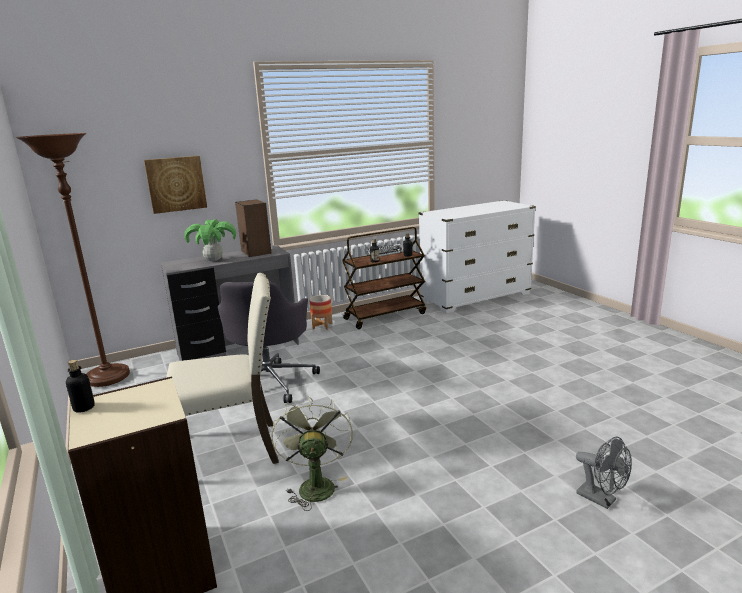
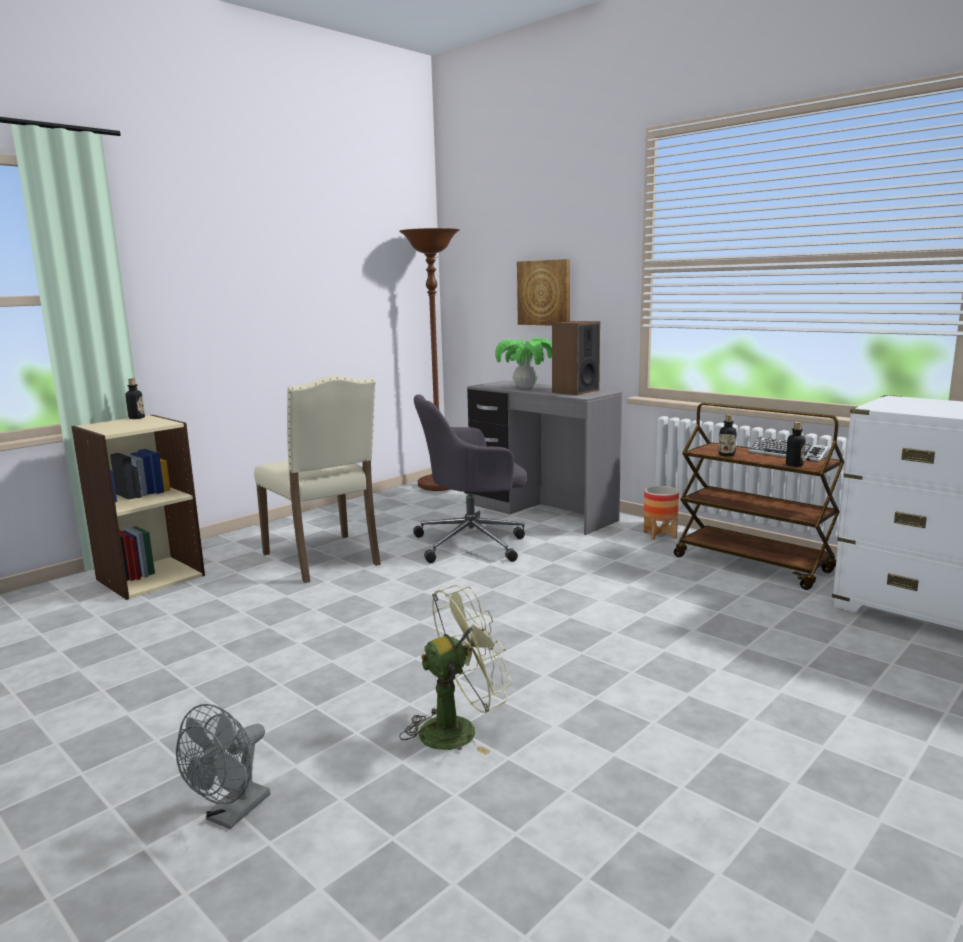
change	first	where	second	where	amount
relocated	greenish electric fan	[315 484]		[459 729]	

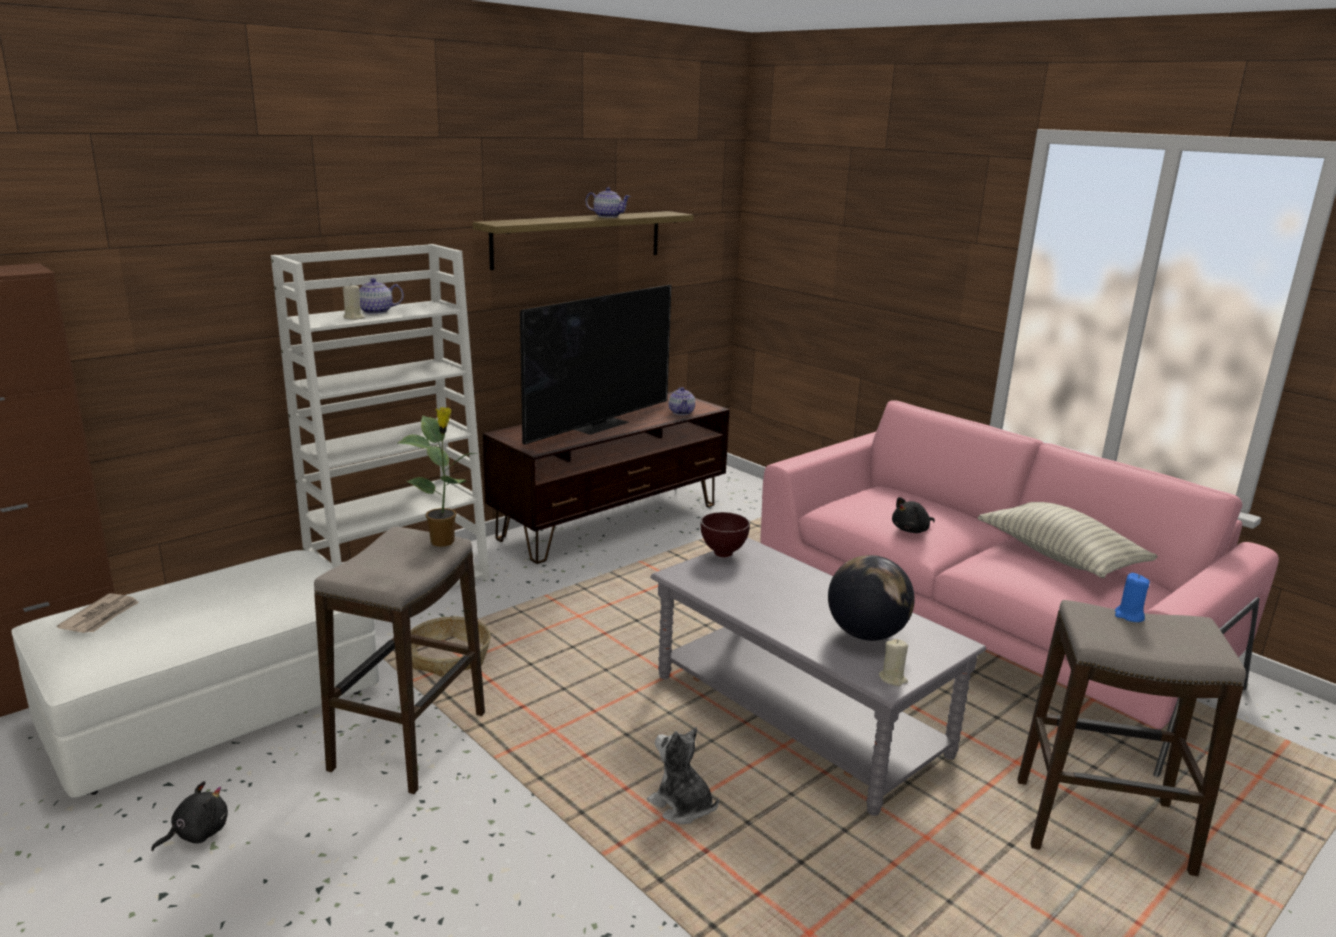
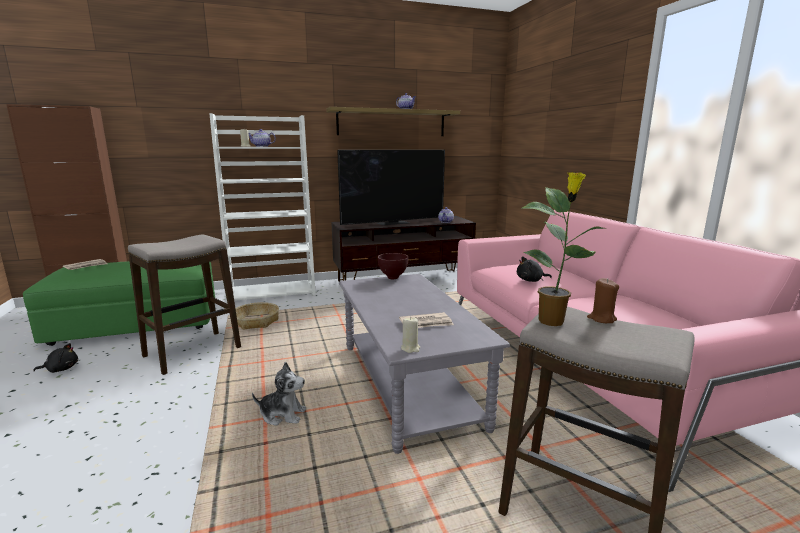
change	first	where	second	where	amount
relocated	plant in a pot	[444 542]		[553 322]	
missing	pillow	[1060 557]			
colour	whitish ottoman	[213 708]	greenish ottoman	[137 323]	
exchanged	desk globe	[866 634]	printed paper	[426 323]	
colour	blue candle	[1129 616]	brownish candle	[601 319]	
spun	plush toy	[681 806]		[282 415]	120 degrees clockwise

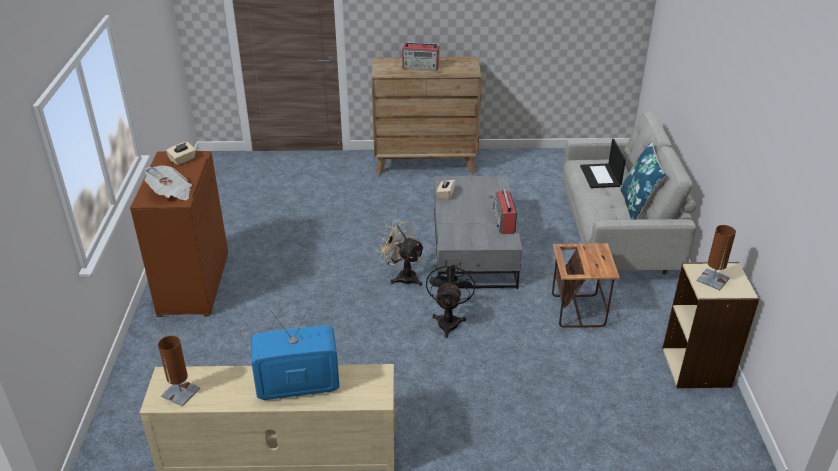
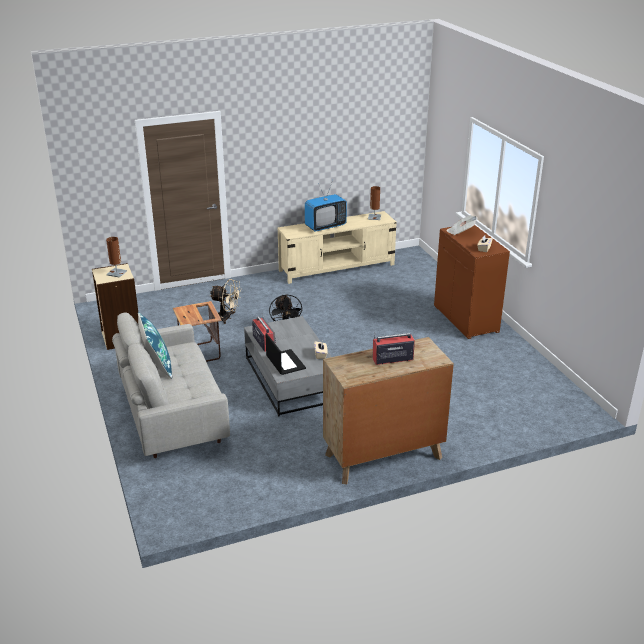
change	first	where	second	where	amount
relocated	notebook computer	[601 176]		[285 362]	
relocated	beige-coloured electric fan	[402 276]		[227 318]	

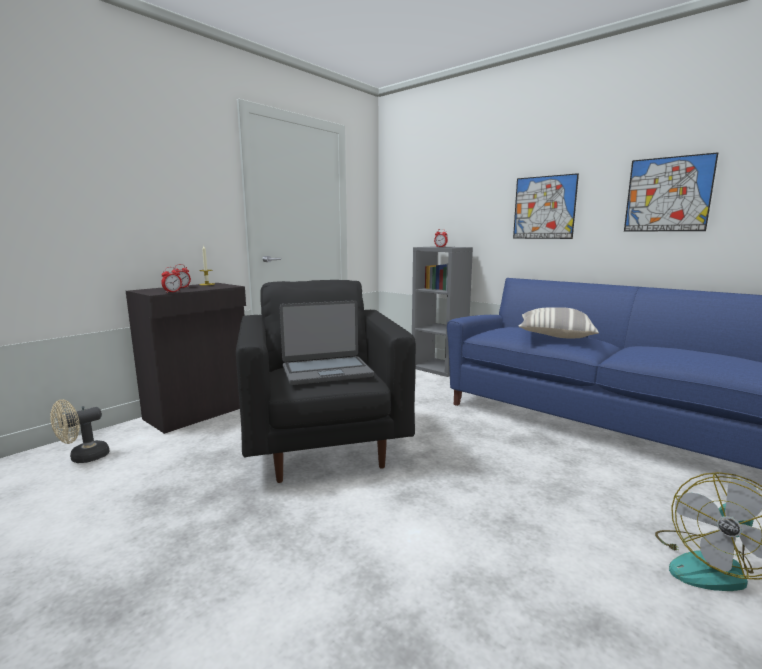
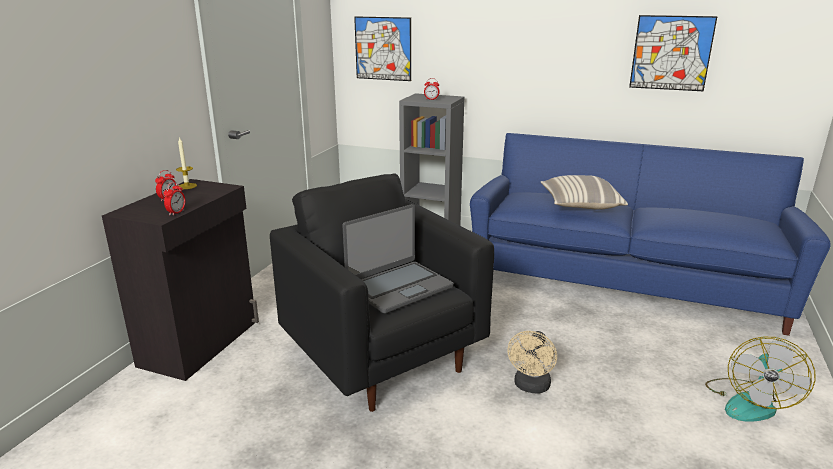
change	first	where	second	where	amount
relocated	wall art	[544 207]		[383 48]	
relocated	beige-coloured electric fan	[83 458]		[531 387]	

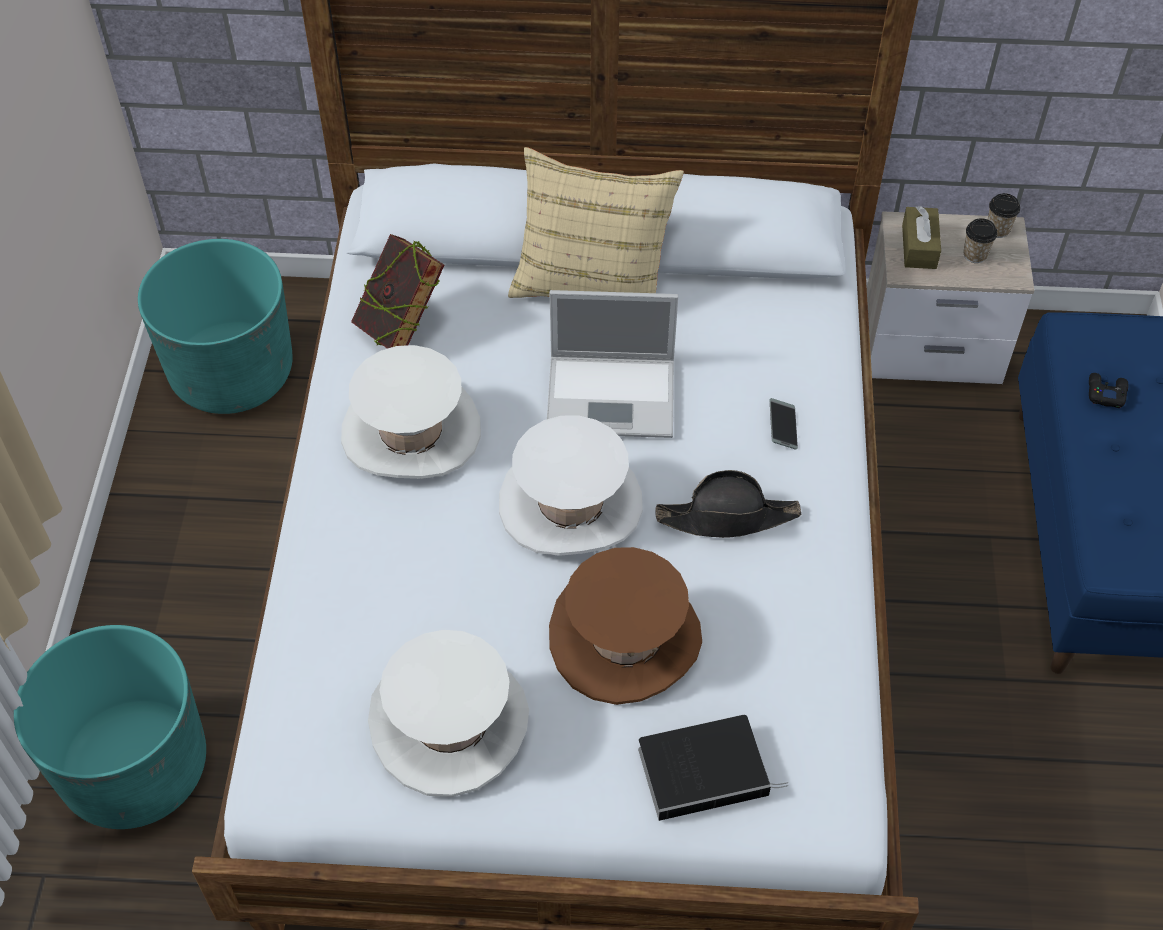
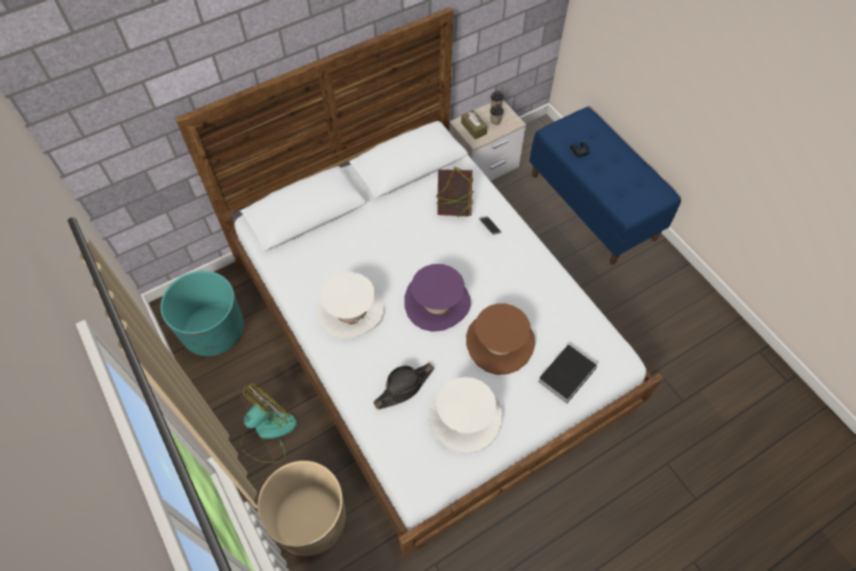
change	first	where	second	where	amount
missing	beige-coloured pillow	[593 282]			
relocated	book	[401 326]		[454 206]	
missing	notebook computer	[613 396]			
colour	whitish clothing hat	[570 503]	purplish clothing hat	[437 303]	
relocated	black clothing hat	[728 517]		[404 387]	
colour	turquoise plant pot	[135 767]	beige-coloured plant pot	[310 520]	
appeared			electric fan	[268 432]	

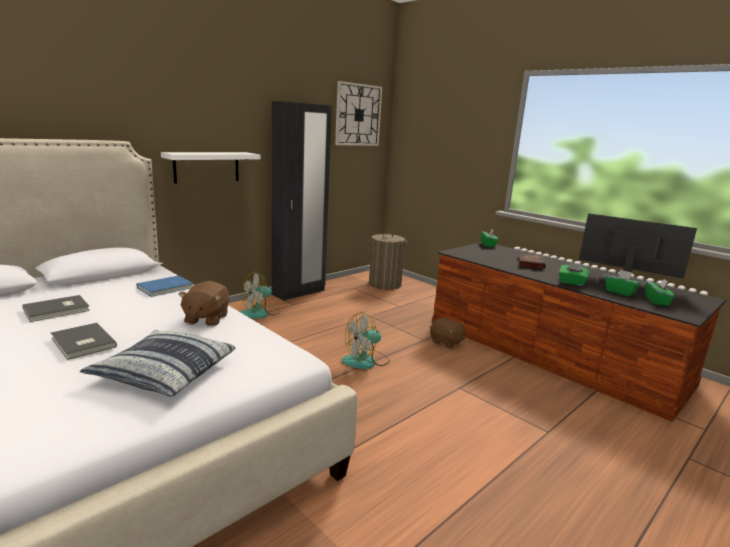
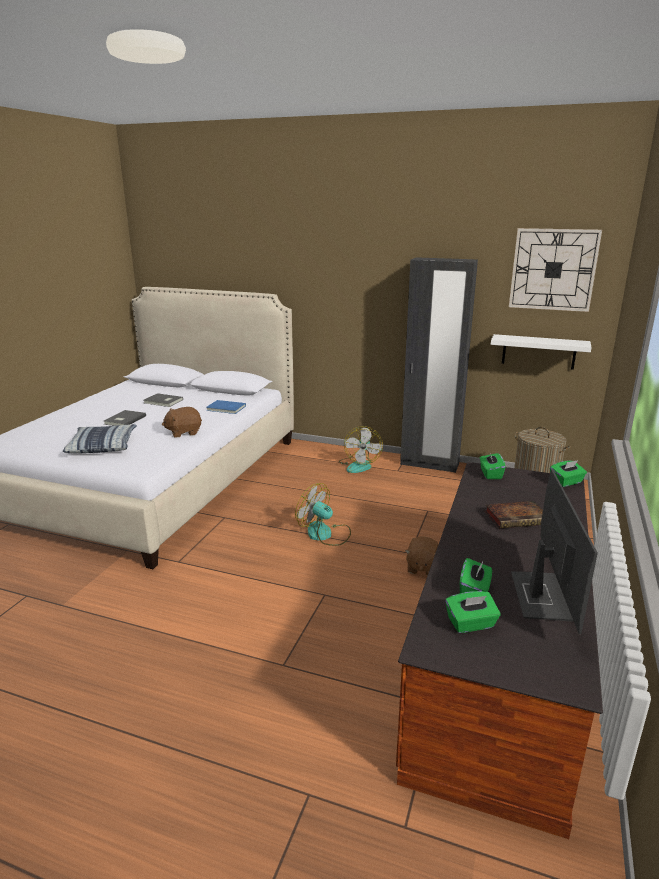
change	first	where	second	where	amount
relocated	whitish shelf	[207 167]		[538 352]	
relocated	greenish tissue holder	[572 283]		[490 474]	
spun	electric fan	[260 313]		[359 465]	105 degrees counterclockwise

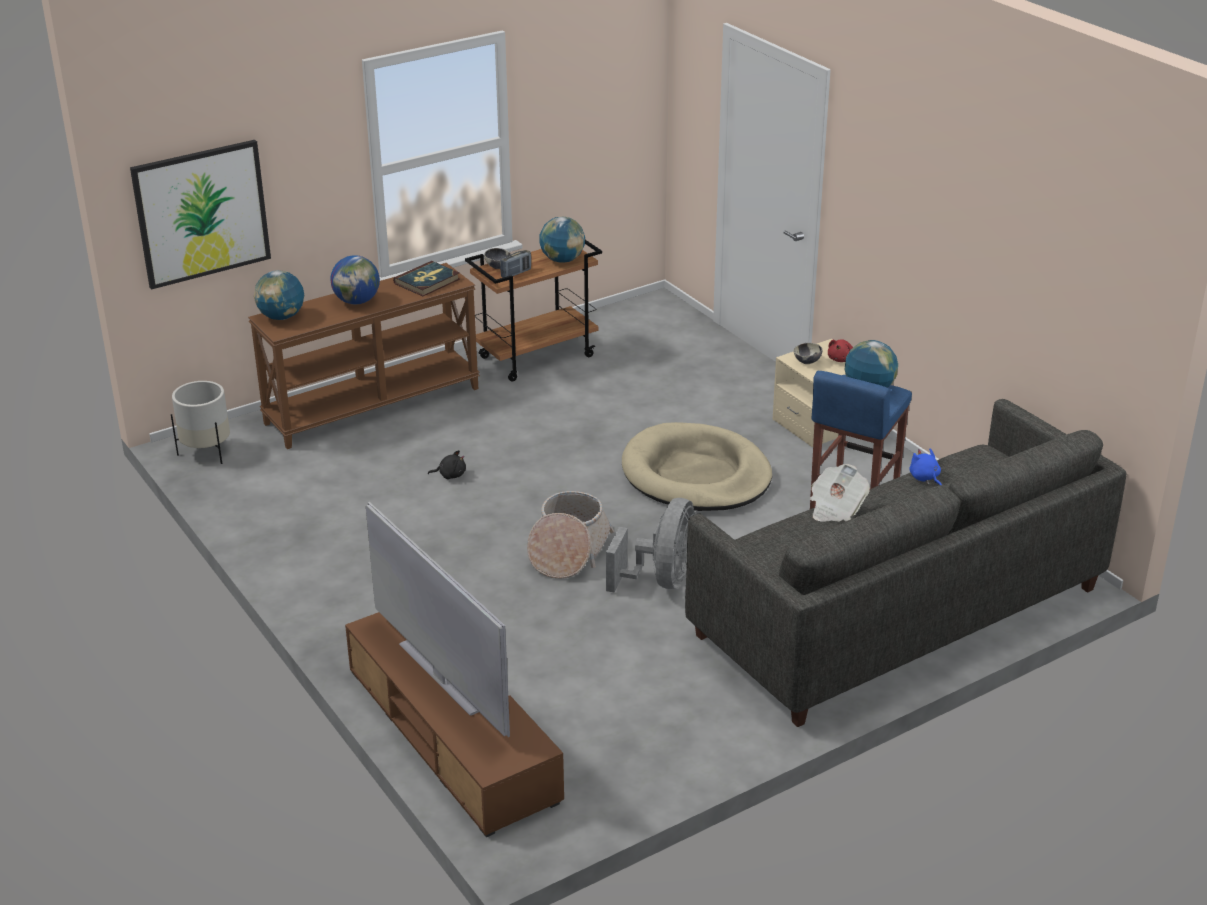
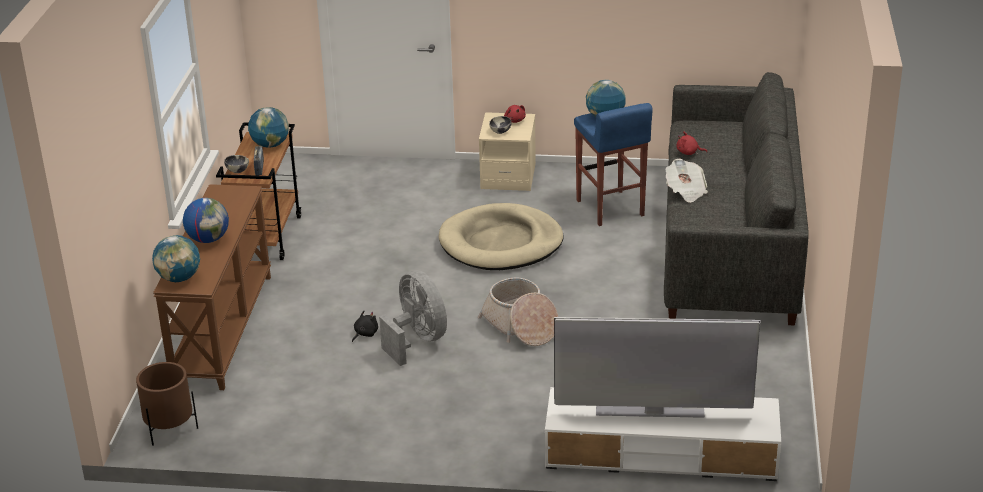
change	first	where	second	where	amount
missing	wall art	[201 213]			
missing	book	[427 281]			
colour	whitish plant pot	[206 452]	brownish plant pot	[170 429]	
colour	blue plush toy	[925 478]	reddish plush toy	[688 152]	
relocated	greyish electric fan	[661 580]		[417 340]	
colour	brownish tv unit	[452 734]	whitish tv unit	[661 453]	

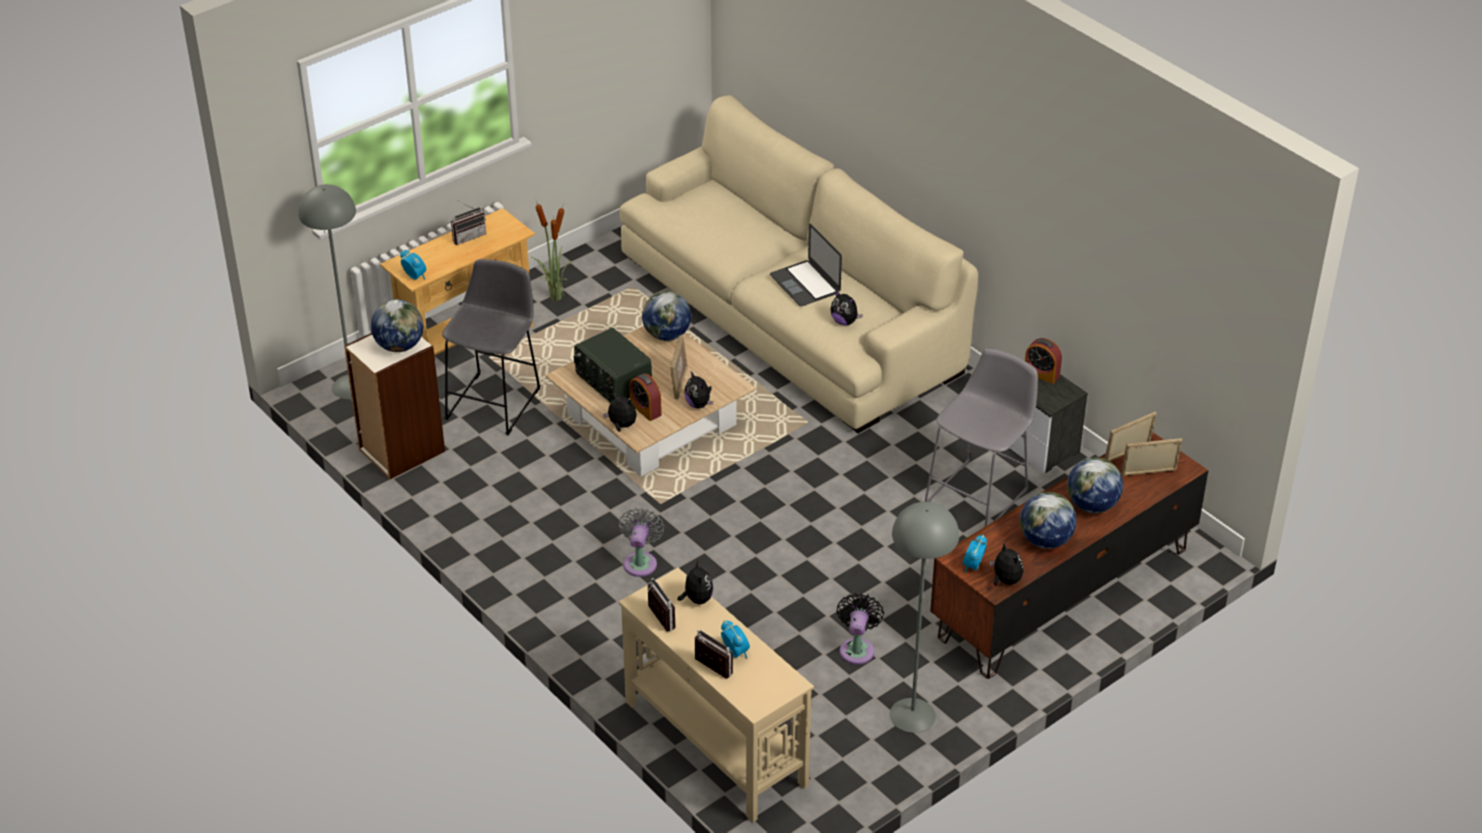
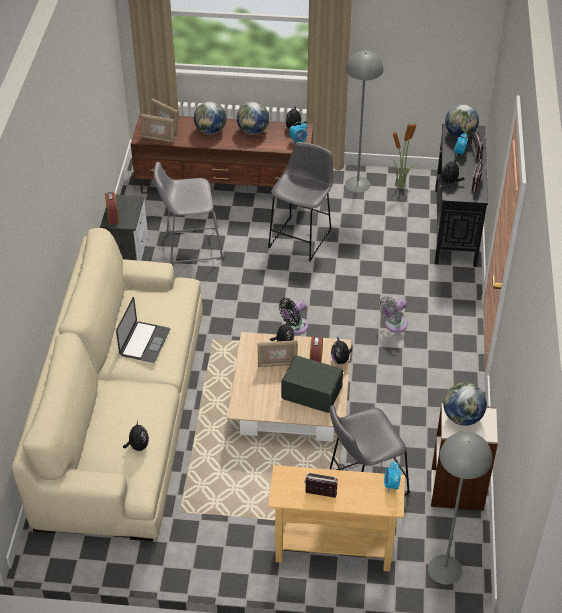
change	first	where	second	where	amount
relocated	plant in a pot	[555 297]		[401 186]	
relocated	desk globe	[666 335]		[460 134]	
relocated	plush toy	[844 321]		[138 446]	
spun	radio receiver	[612 381]		[312 392]	75 degrees counterclockwise
spun	photo frame	[679 383]		[277 364]	150 degrees counterclockwise
colour	beige-coloured narrow table	[715 742]	black narrow table	[454 226]	
relocated	black electric fan	[857 648]		[295 327]	
appeared			greyish sitting stool	[302 237]	

